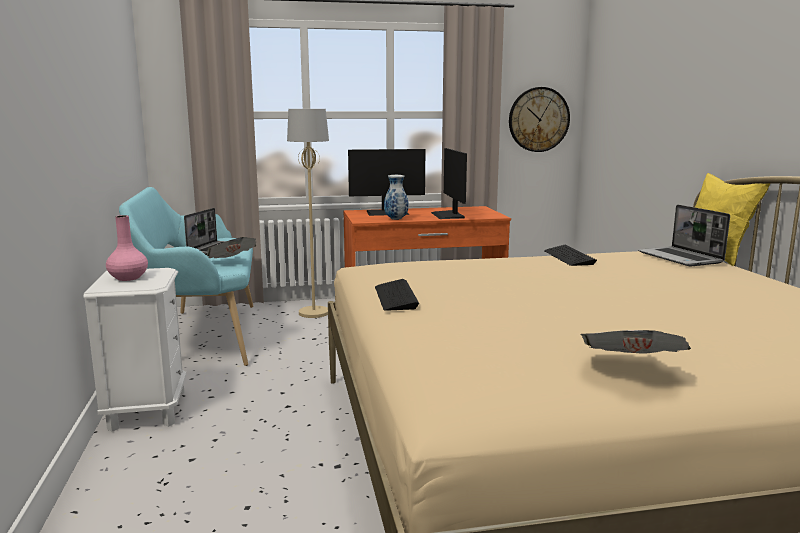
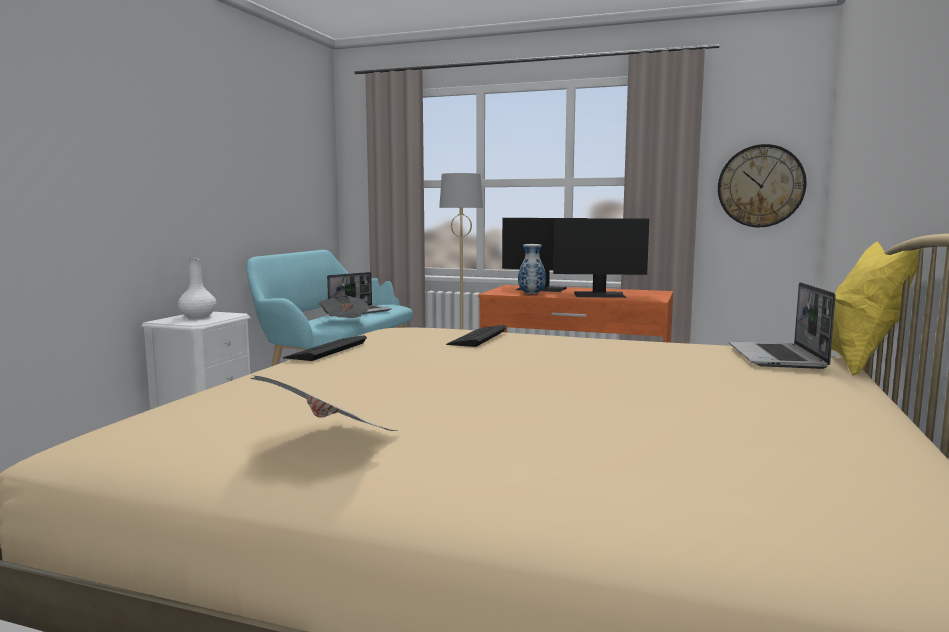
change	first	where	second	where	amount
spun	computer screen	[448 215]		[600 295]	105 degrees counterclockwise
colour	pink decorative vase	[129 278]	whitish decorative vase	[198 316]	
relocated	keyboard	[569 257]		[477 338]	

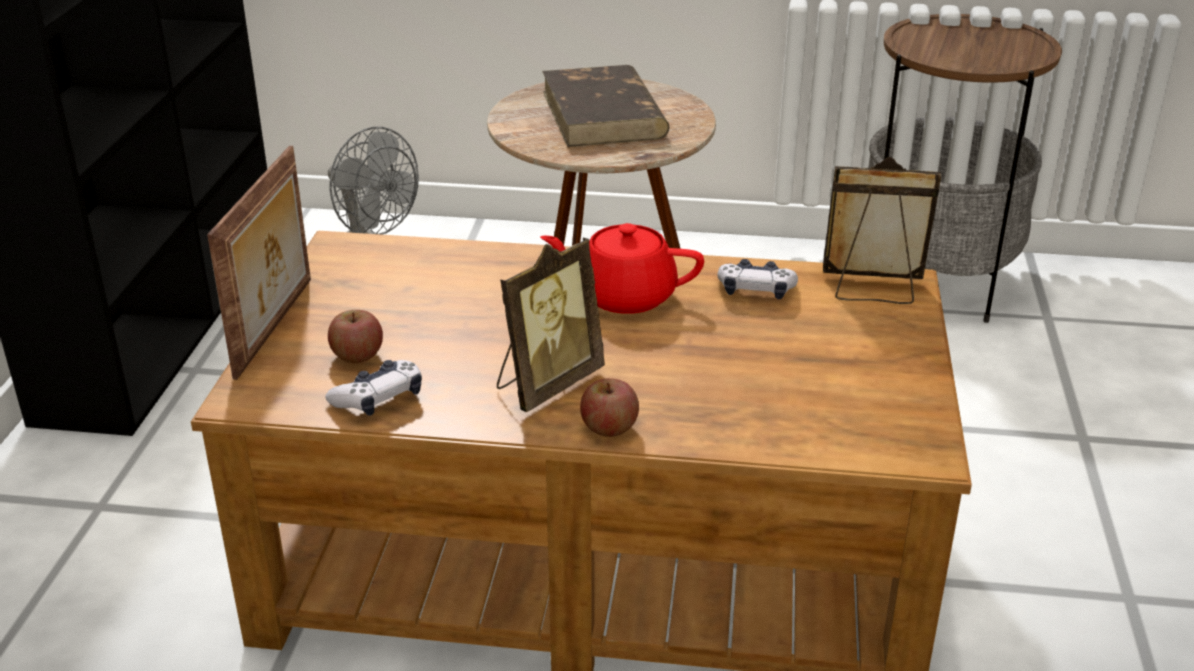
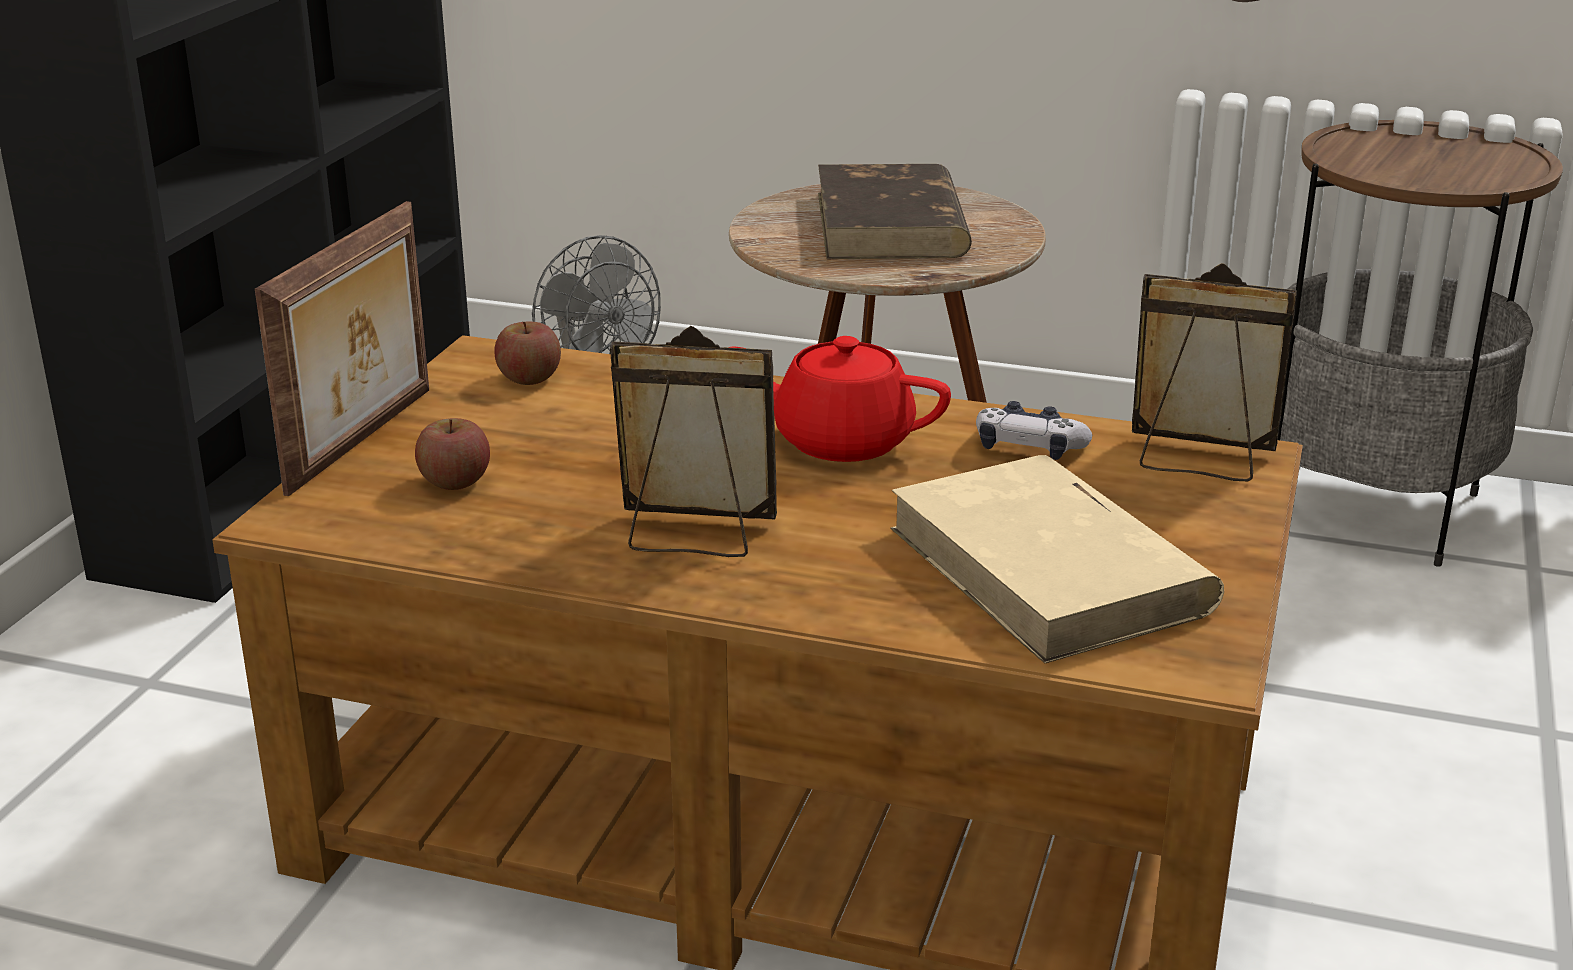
change	first	where	second	where	amount
spun	photo frame	[546 383]		[694 535]	135 degrees counterclockwise
missing	game controller	[379 398]			
relocated	whole apple	[609 428]		[529 378]	
appeared			beige-coloured book	[1051 570]	

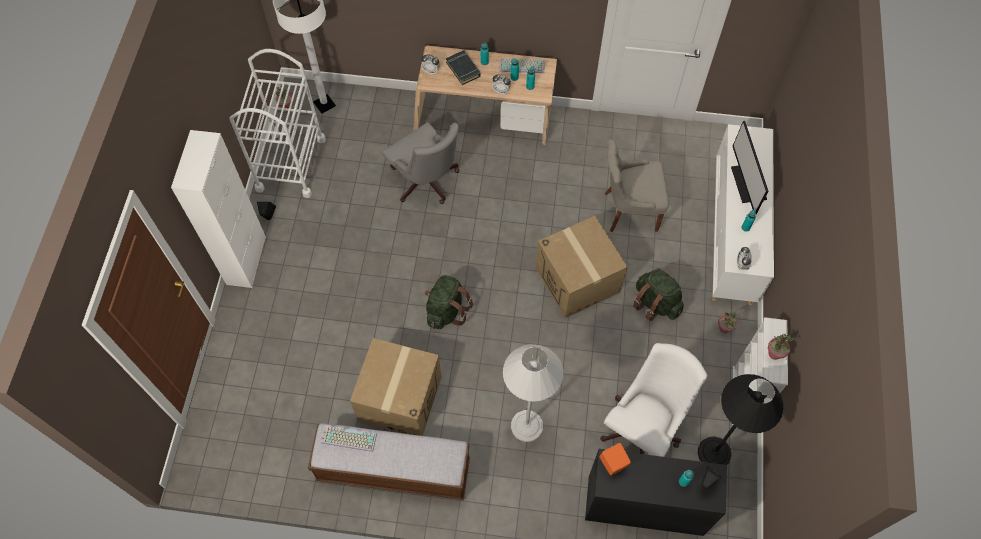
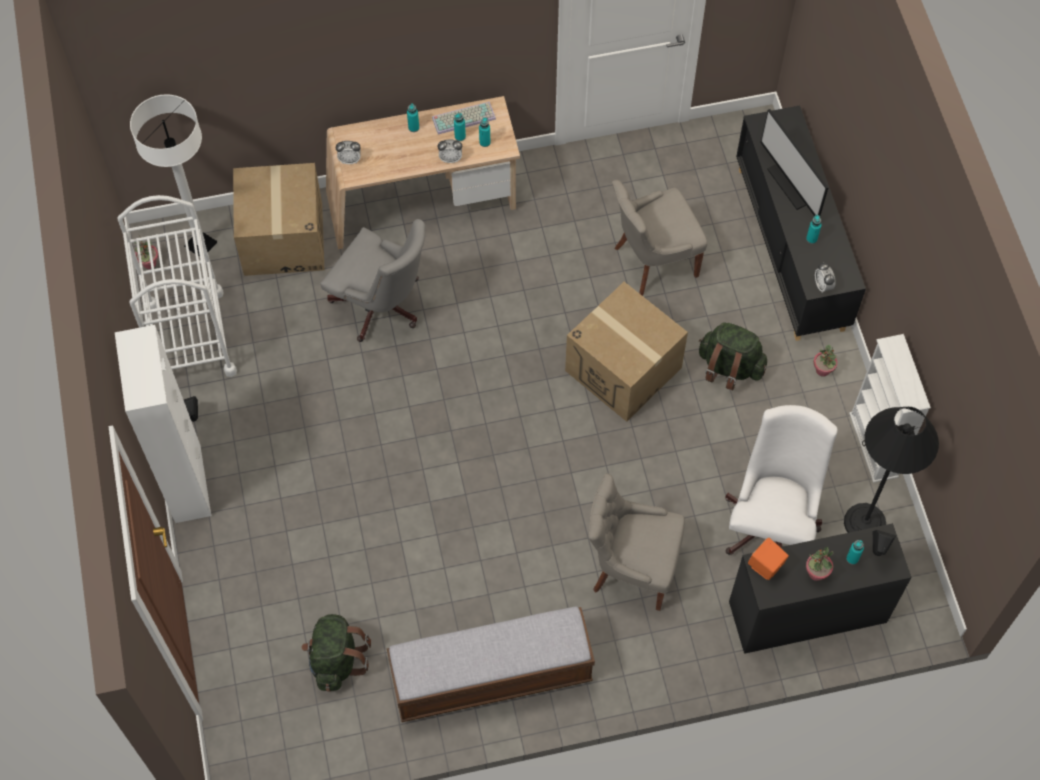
change	first	where	second	where	amount
missing	black book	[463 69]			
colour	whitish cabinet	[733 233]	black cabinet	[790 249]	
relocated	greenish rucksack	[446 310]		[336 660]	
relocated	plant in a pot	[774 353]		[816 573]	
relocated	carton	[400 398]		[283 238]	
exchanged	whitish standing lamp	[527 425]	greyish plain chair	[631 567]	
missing	keyboard	[348 439]			

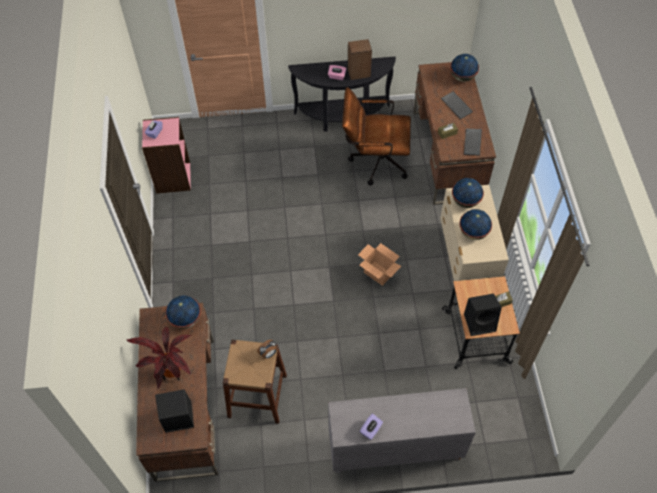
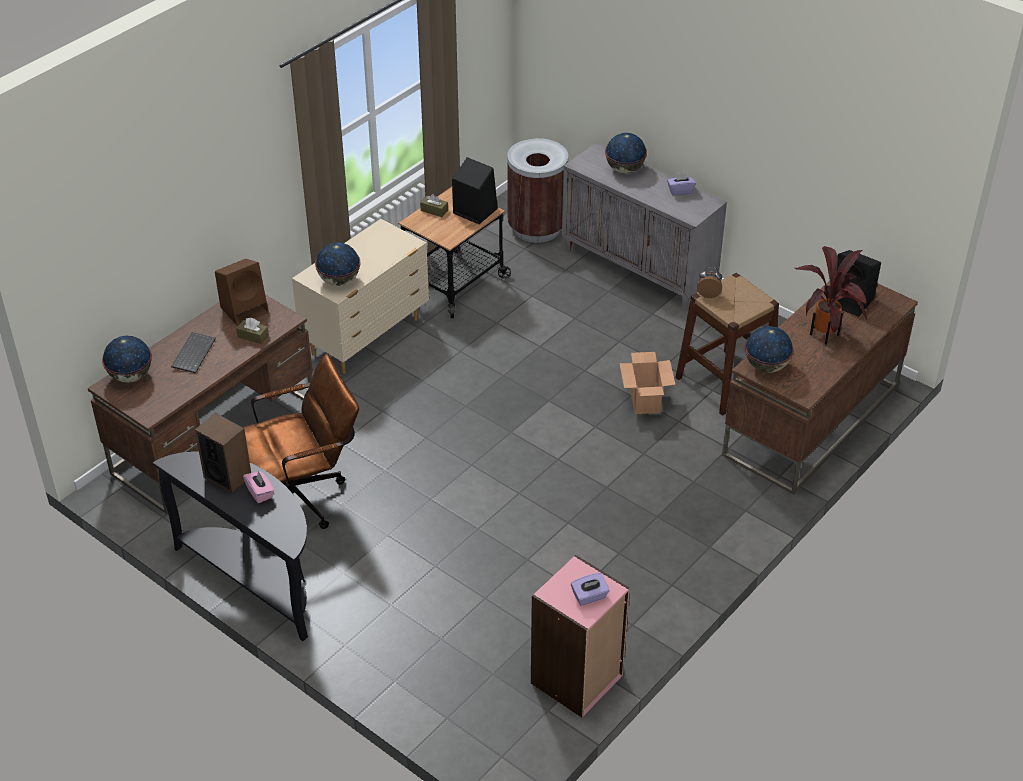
change	first	where	second	where	amount
spun	brownish desk chair	[374 161]		[302 496]	75 degrees counterclockwise
exchanged	keyboard	[473 143]	brownish loudspeaker	[245 309]	
relocated	desk globe	[473 233]		[624 169]	
relocated	carton	[378 273]		[645 401]	
appeared			brownish trash can	[537 228]	

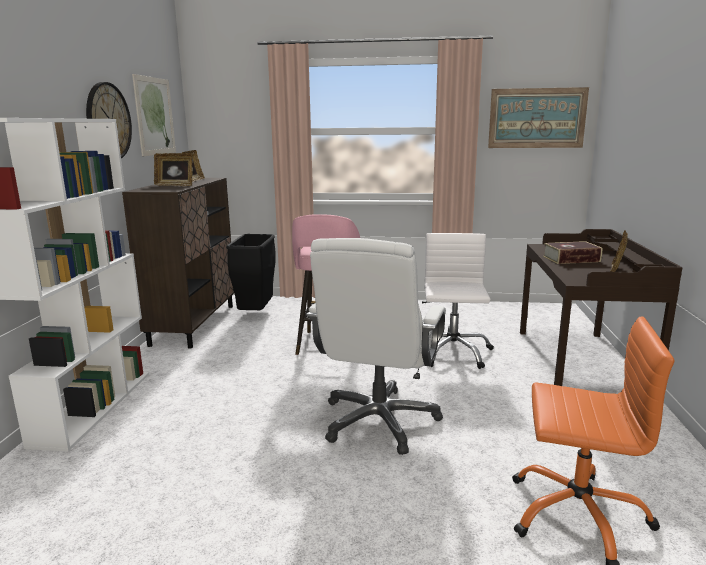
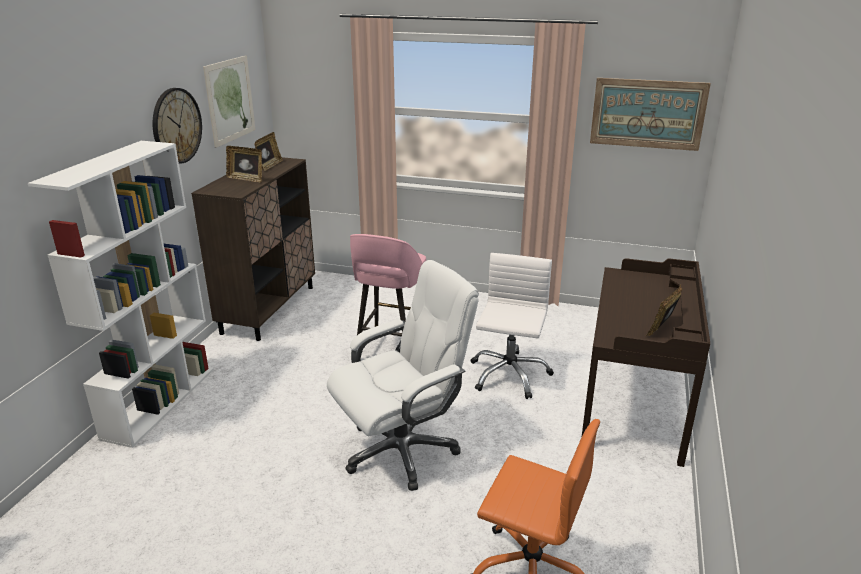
change	first	where	second	where	amount
missing	black trash can	[256 314]			
spun	whitish desk chair	[379 421]		[402 450]	150 degrees counterclockwise
missing	book	[571 259]			

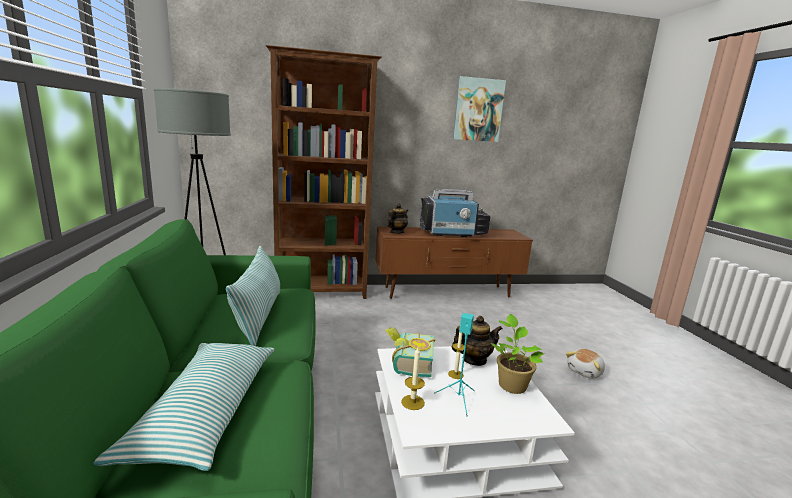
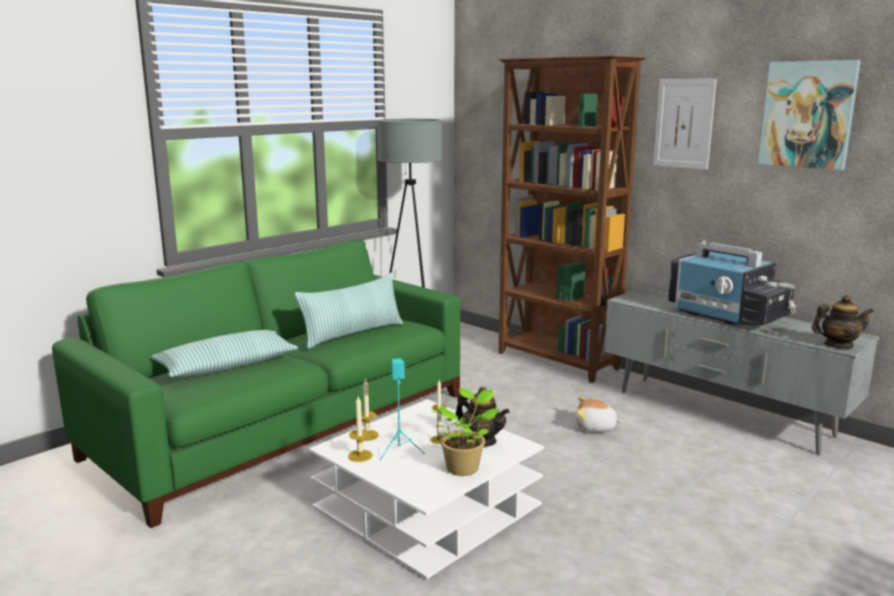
change	first	where	second	where	amount
relocated	tea pot	[396 232]		[838 345]	
colour	brownish tv unit	[447 292]	greyish tv unit	[721 414]	
missing	book	[407 364]			
relocated	plush toy	[585 372]		[595 428]	
appeared			wall art	[684 123]	
appeared			candle	[360 455]	

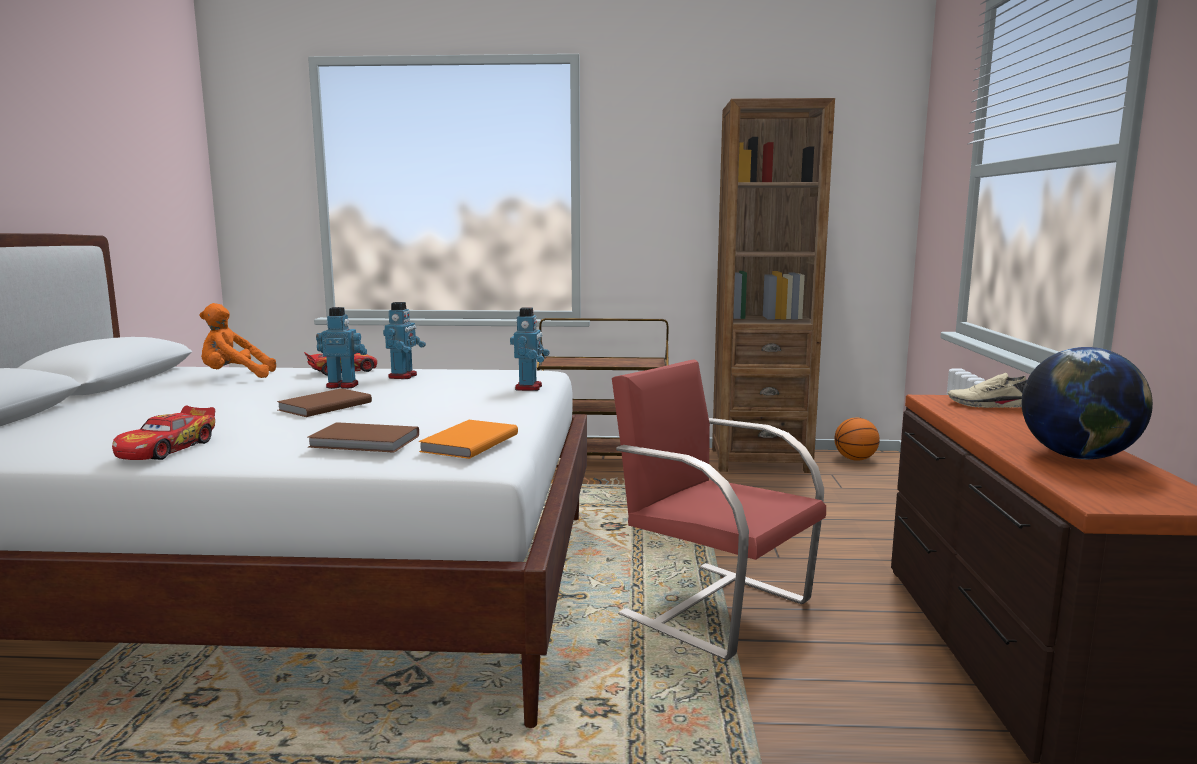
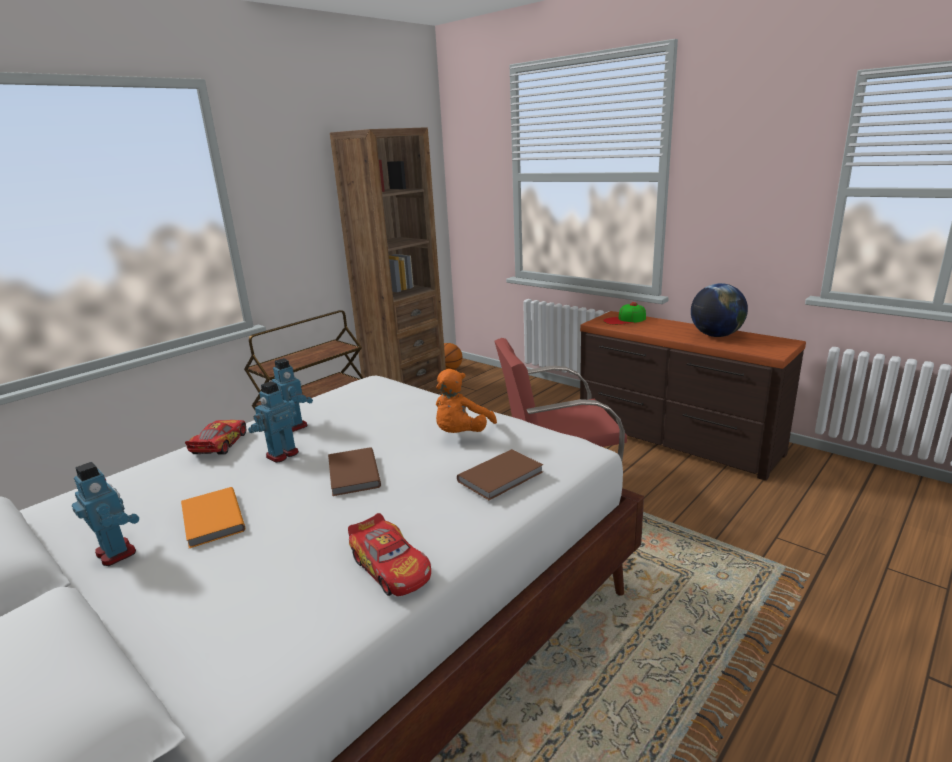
change	first	where	second	where	amount
relocated	orange-coloured plush toy	[234 377]		[461 434]	
relocated	toy robot	[529 388]		[117 552]	
exchanged	beige-coloured shoe	[990 406]	peaked cap	[624 320]	
relocated	orange-coloured book	[467 443]		[211 520]	

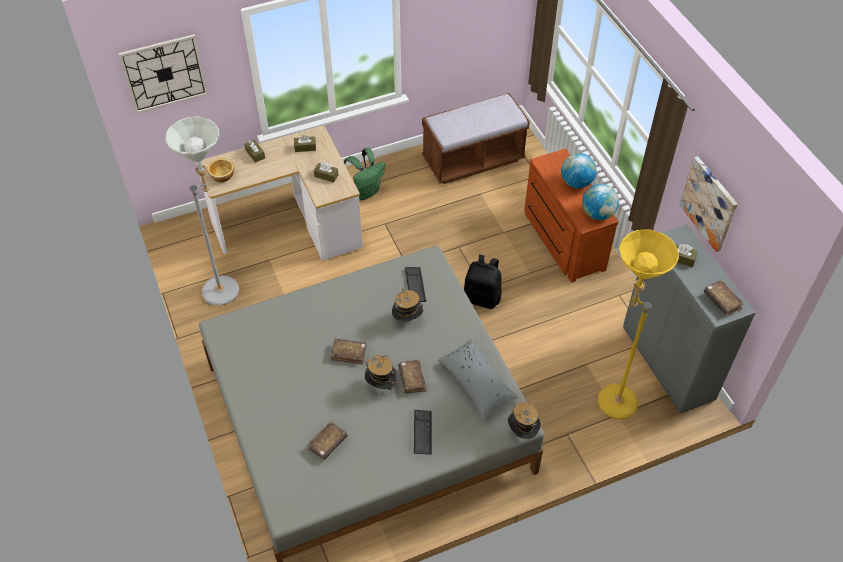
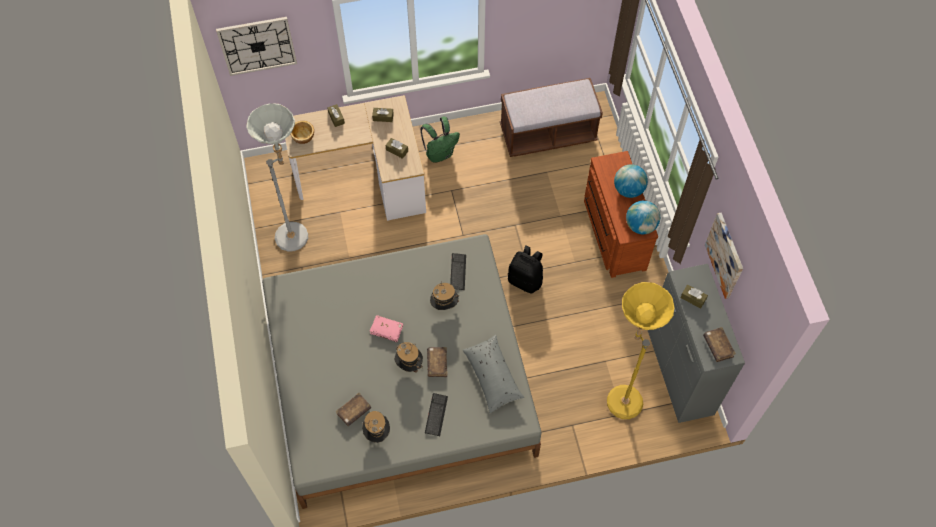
change	first	where	second	where	amount
colour	brownish book	[349 353]	pink book	[387 330]	
relocated	clothing hat	[522 432]		[377 432]	

